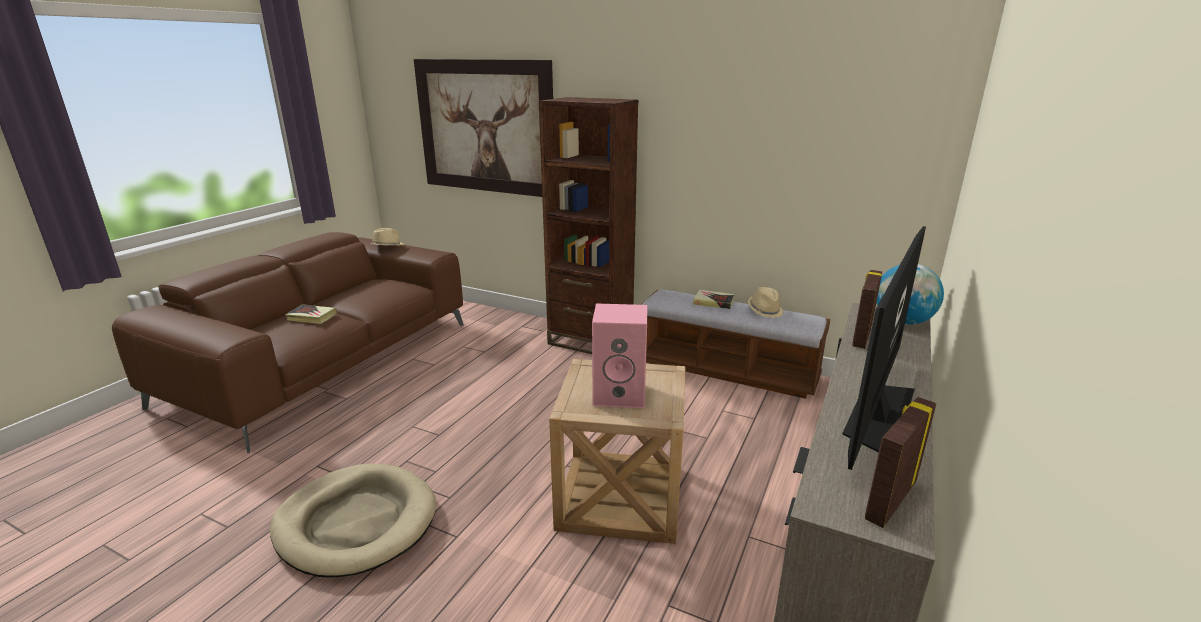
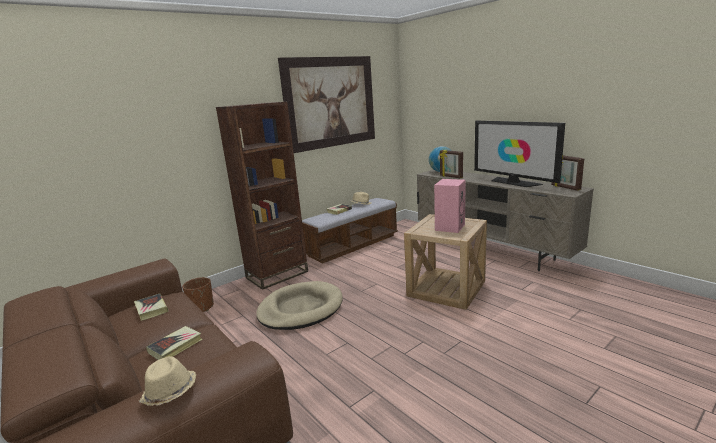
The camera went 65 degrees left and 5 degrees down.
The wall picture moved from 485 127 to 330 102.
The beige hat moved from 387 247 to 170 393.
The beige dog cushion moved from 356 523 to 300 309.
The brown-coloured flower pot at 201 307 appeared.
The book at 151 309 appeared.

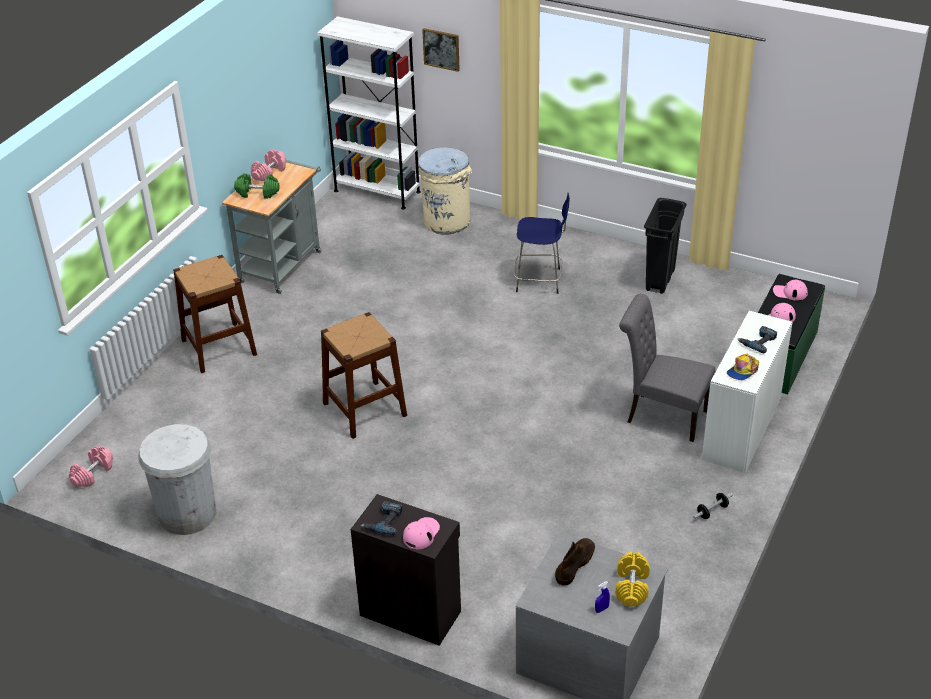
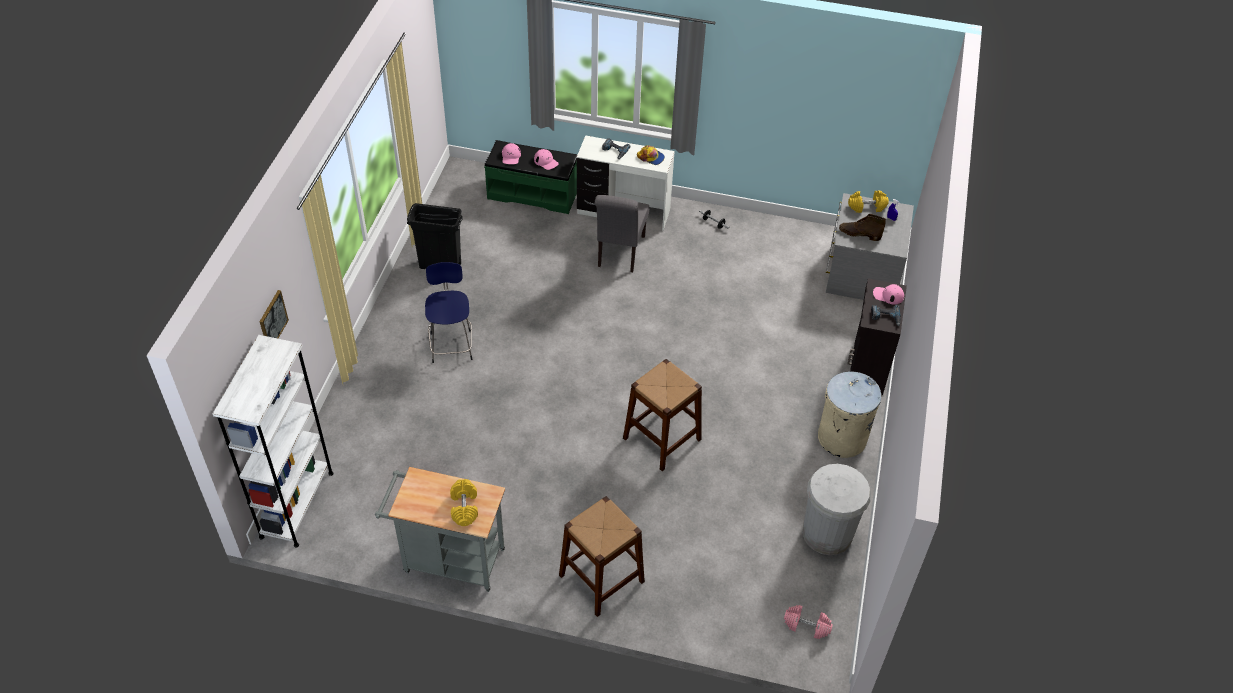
The camera went 105 degrees left and 10 degrees up.
The beige waste bin moved from 447 221 to 841 438.
The pink free weight at 269 173 disappeared.
The greenish free weight at 257 193 became the yellow free weight at 464 508.

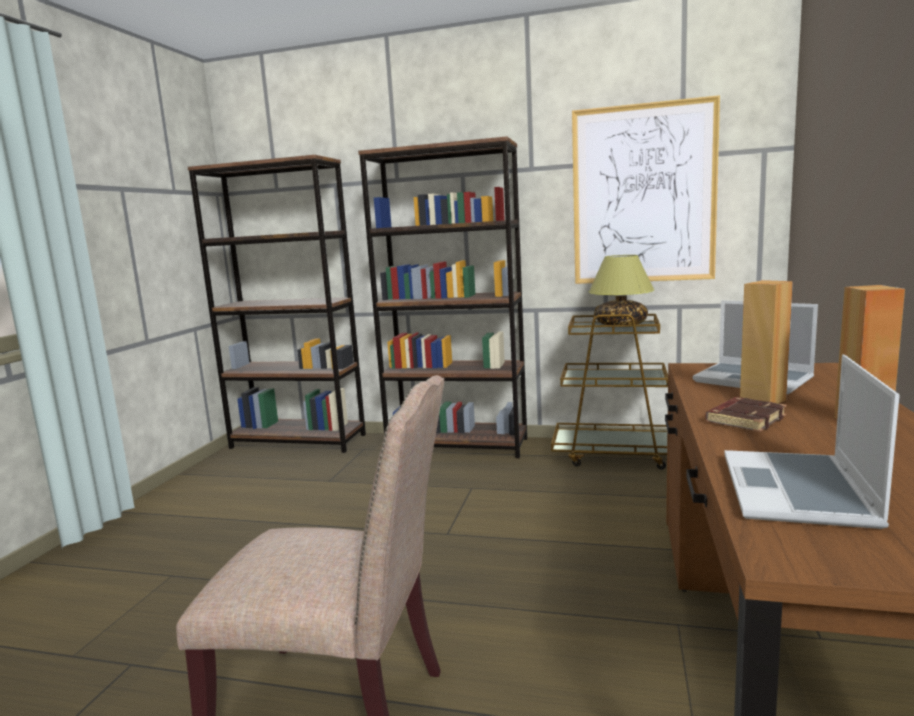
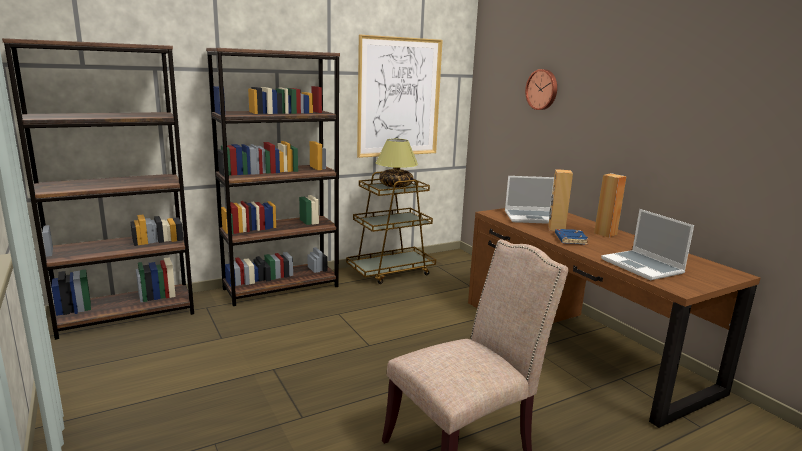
The camera went 45 degrees left and 5 degrees up.
The brown-coloured book at 744 419 became the bluish book at 570 239.
The clock on the wall at 542 89 appeared.

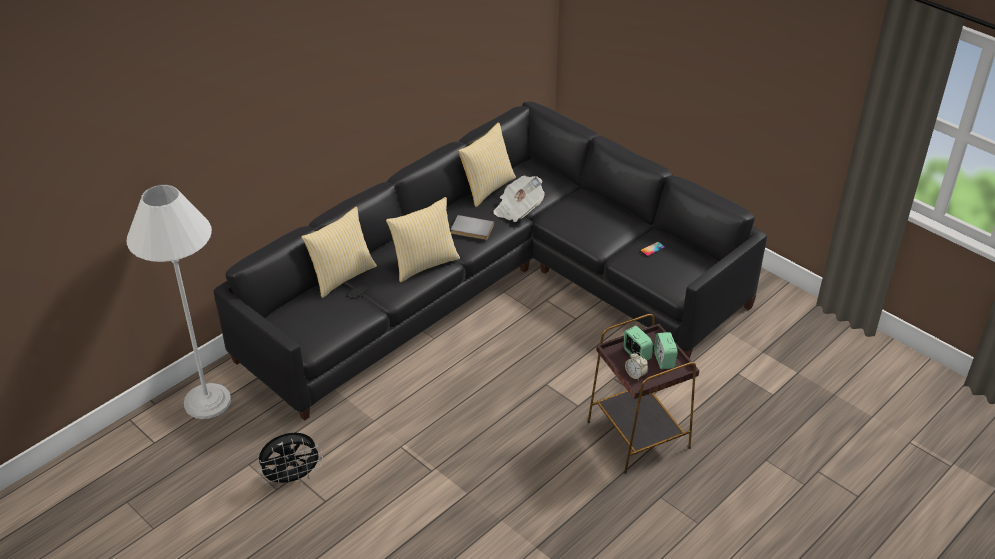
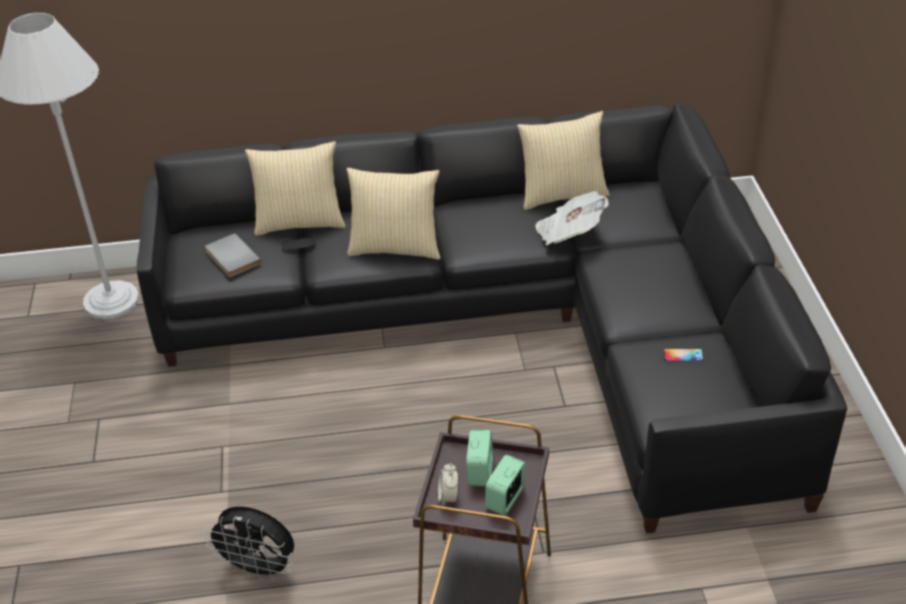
The camera went 40 degrees right and 0 degrees up.
The greyish book moved from 471 230 to 231 258.
The black fan moved from 292 478 to 259 569.

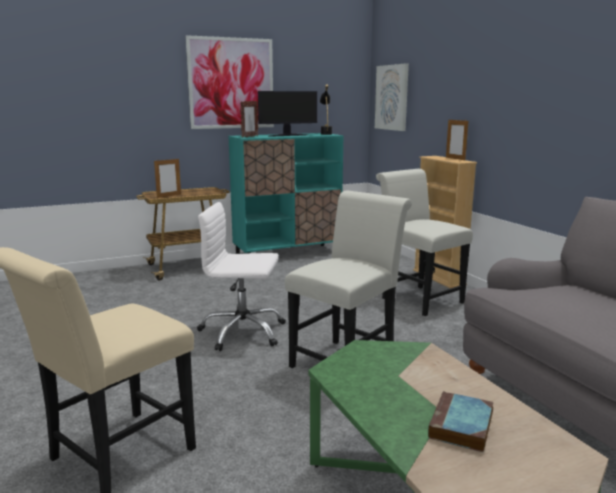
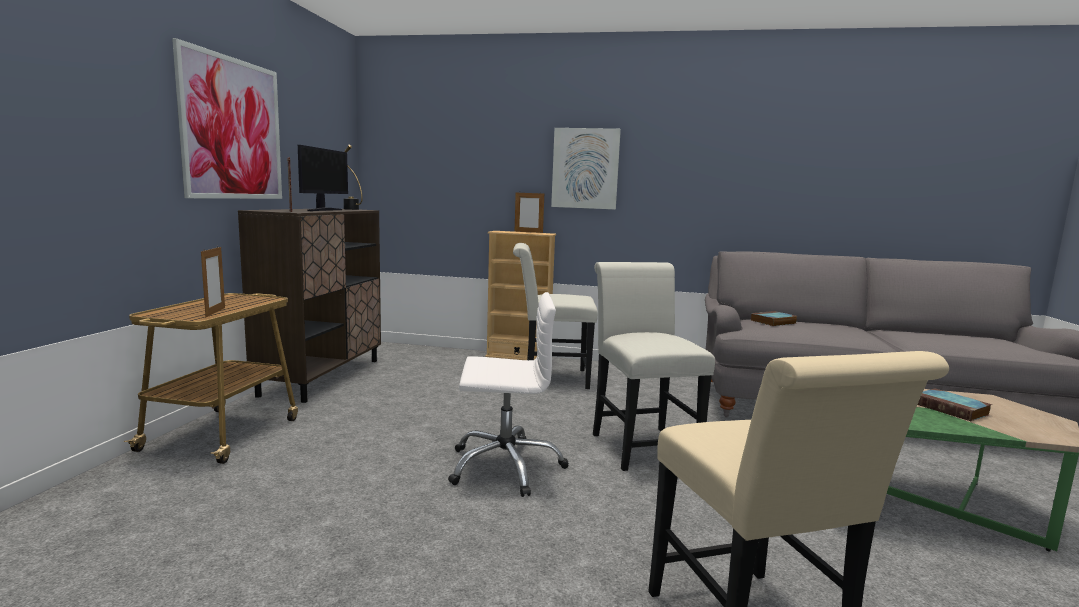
The camera went 55 degrees left and 5 degrees down.
The wall picture moved from 392 97 to 585 168.
The turquoise storage cabinet at 287 254 became the brown-coloured storage cabinet at 322 377.
The whitish computer chair at 242 332 turned 135 degrees counterclockwise.
The book at 773 322 appeared.

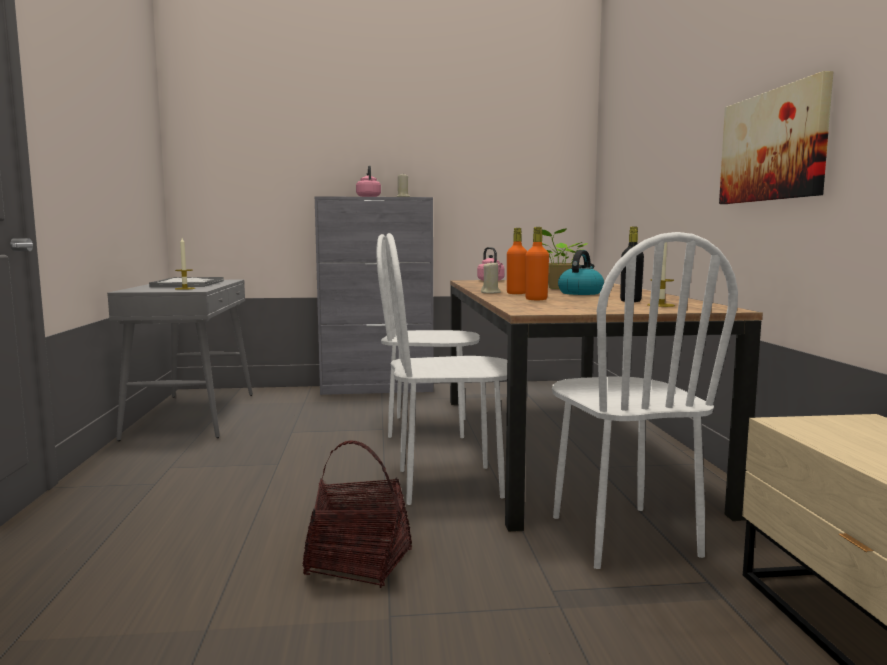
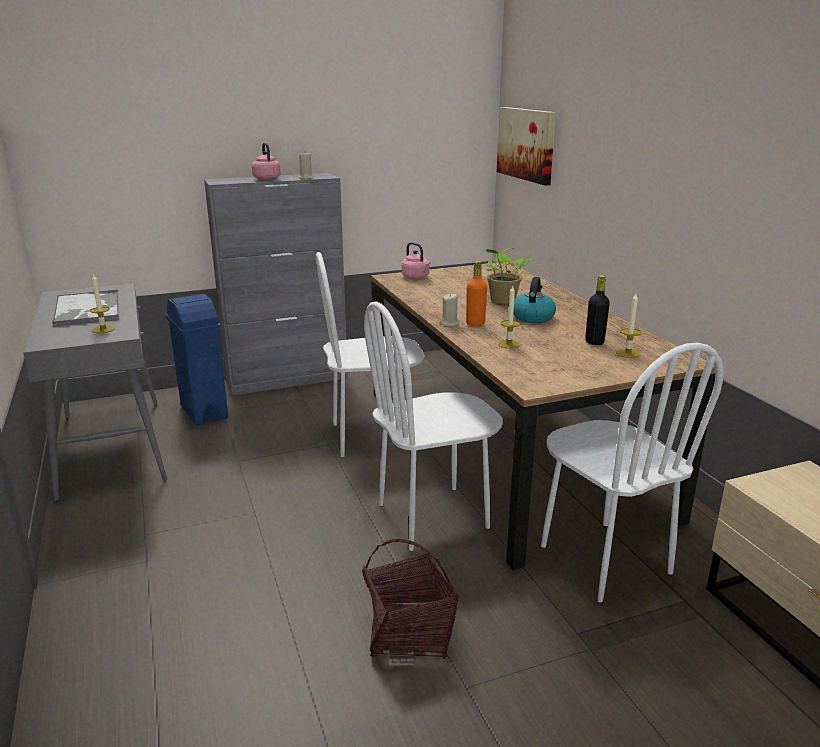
The camera went 15 degrees left and 15 degrees up.
The wall picture moved from 773 146 to 526 144.
The orangey bottle at 536 299 was replaced by the wax candle at 509 344.
The bluish waste bin at 204 411 appeared.

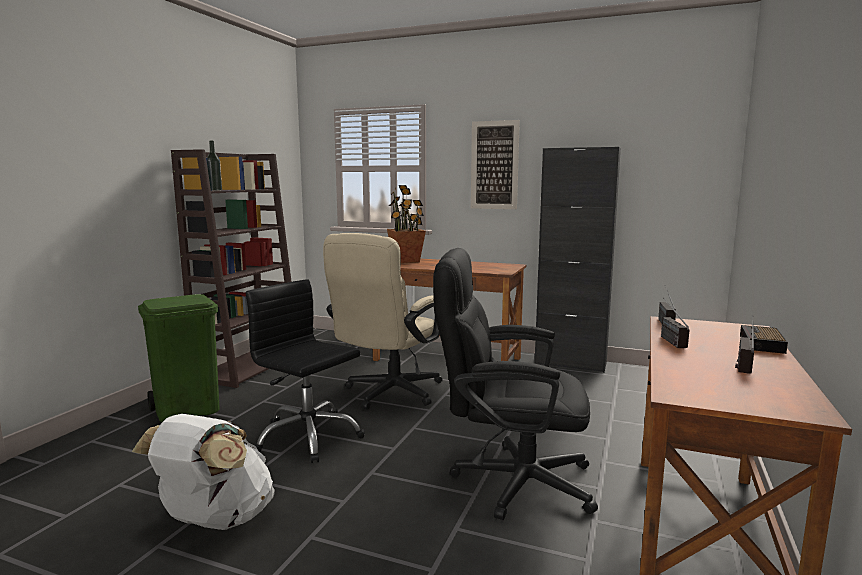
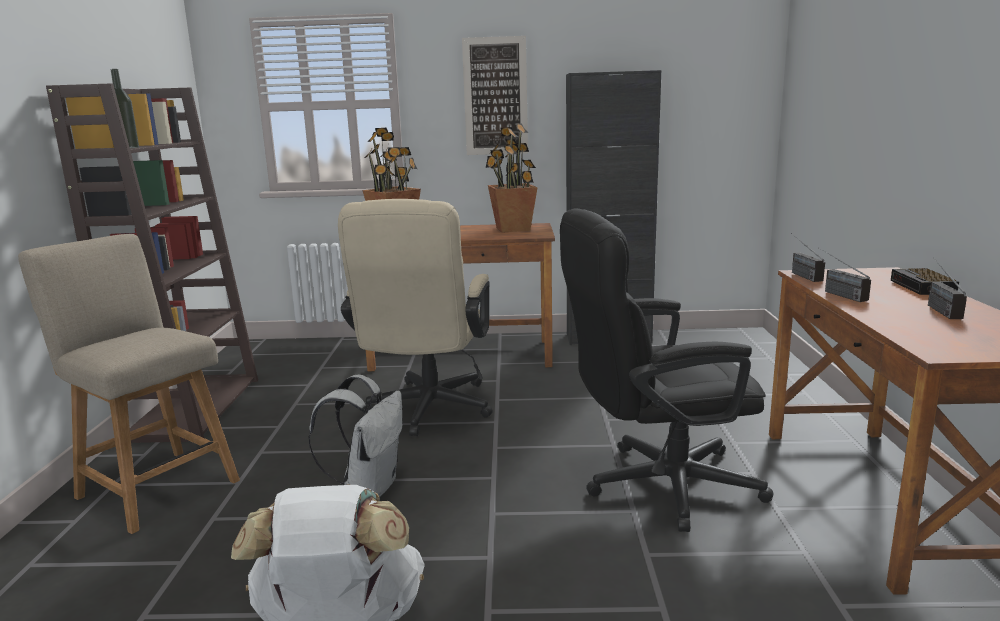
The camera went 20 degrees left and 5 degrees up.
The black computer chair at 308 437 was replaced by the whitish knapsack at 369 487.
The greenish waste bin at 188 410 was replaced by the beige upright chair at 154 487.
The potted plant at 512 229 appeared.

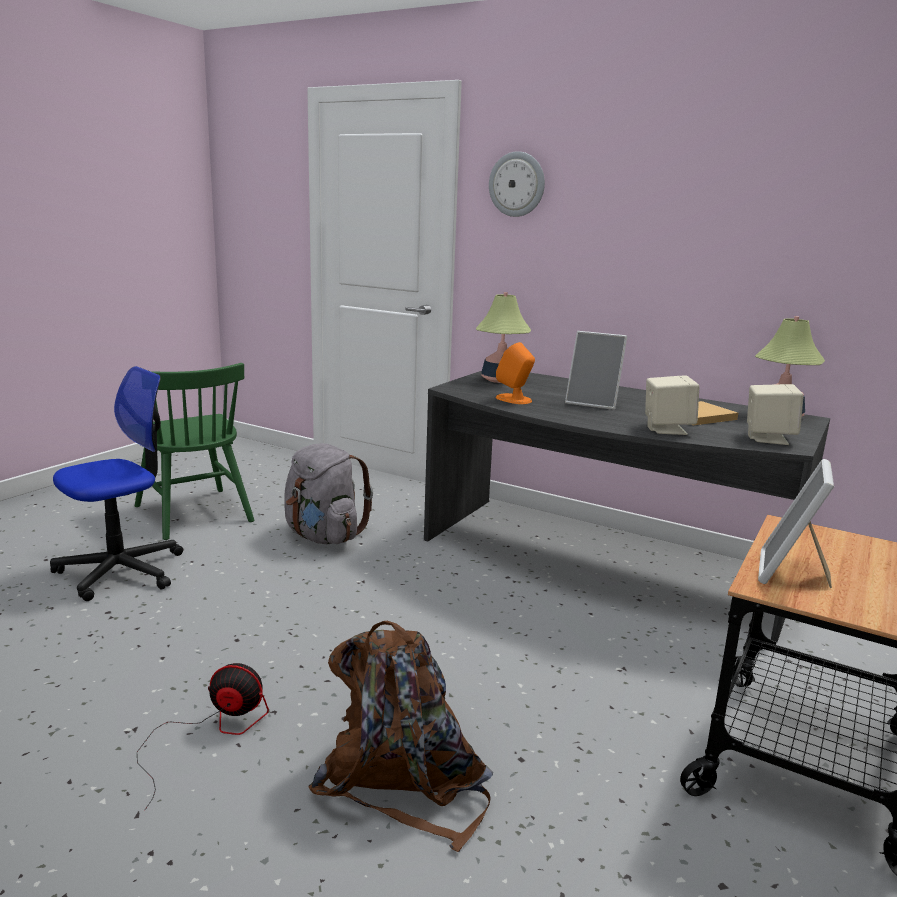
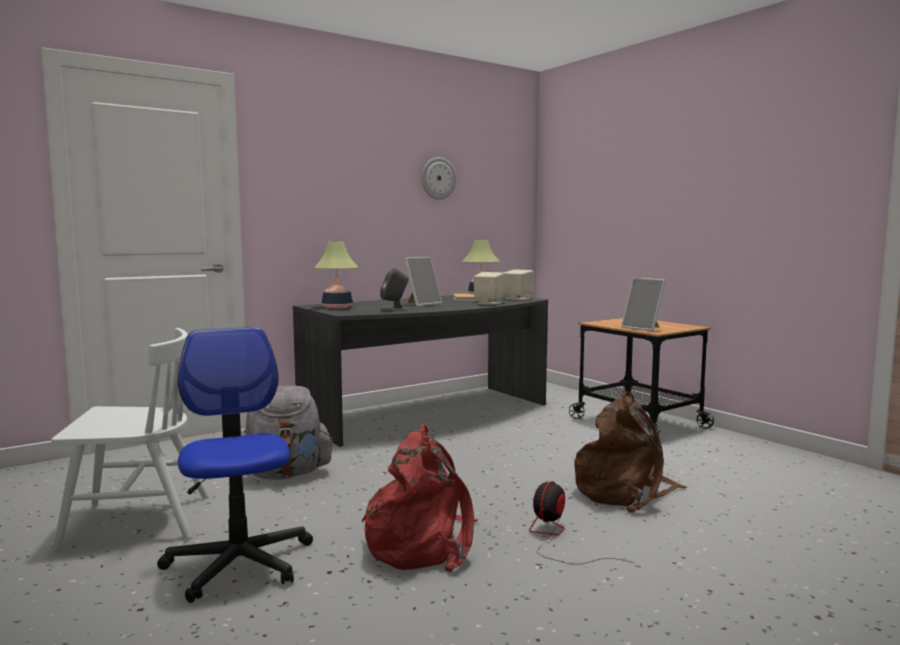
The camera went 65 degrees left and 10 degrees down.
The clock on the wall moved from 517 184 to 438 178.
The orangey loudspeaker at 514 399 became the greyish loudspeaker at 394 309.
The greenish upright chair at 193 513 became the whitish upright chair at 137 521.
The red knapsack at 423 544 appeared.

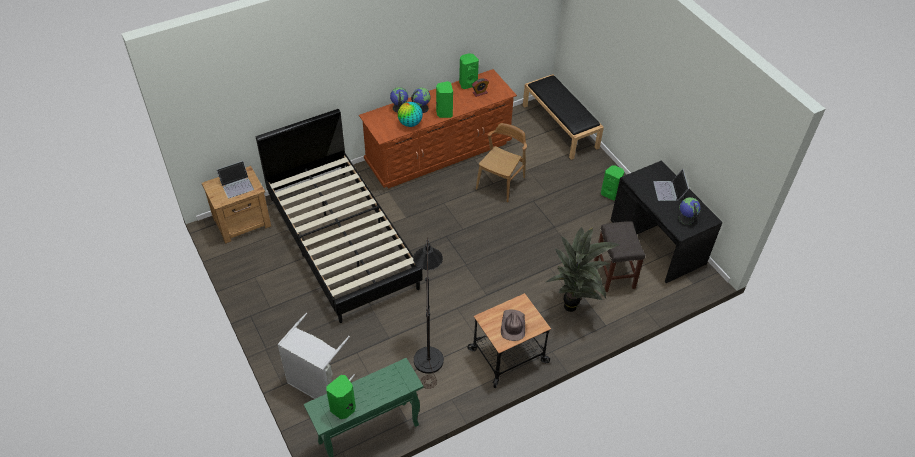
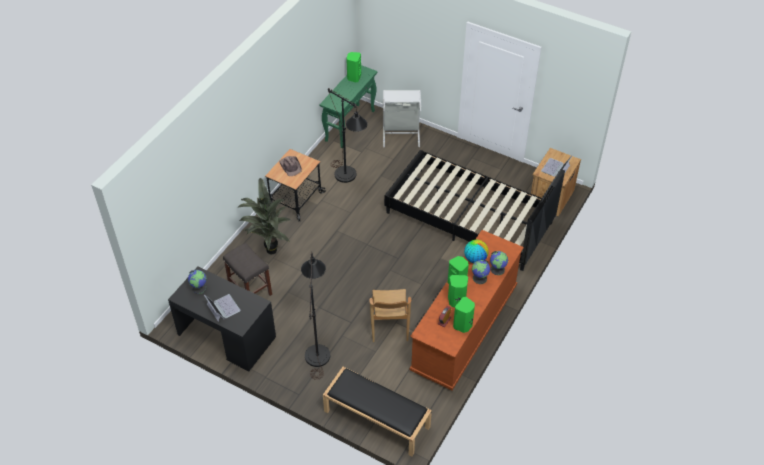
The camera went 150 degrees right and 0 degrees up.
The greenish loudspeaker moved from 610 193 to 456 301.
The black standing lamp at 318 349 appeared.

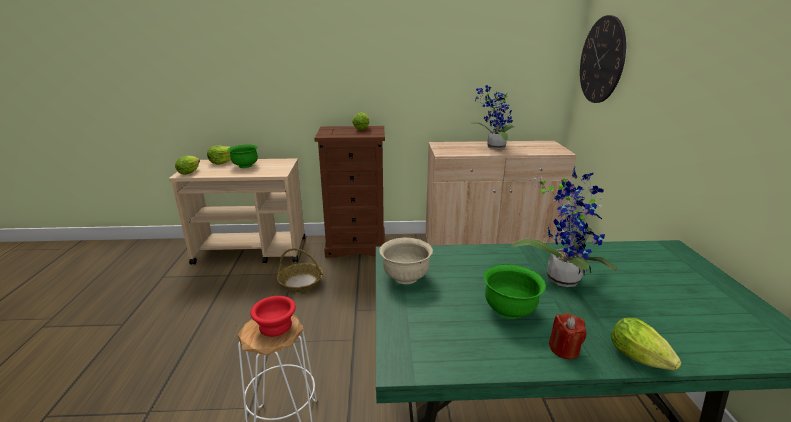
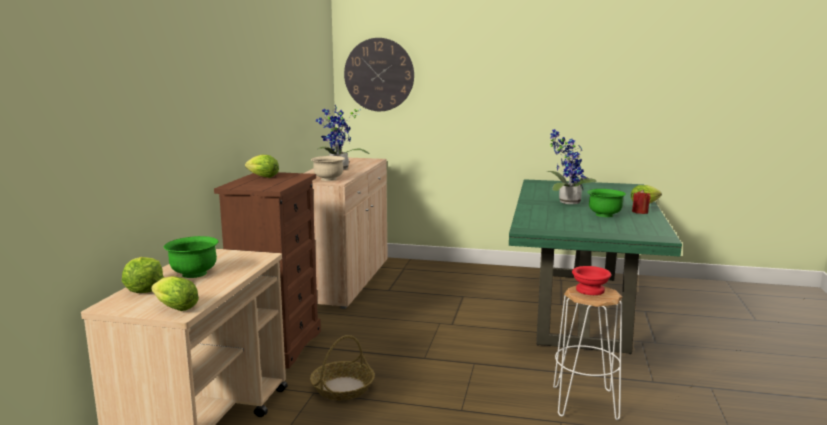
The camera went 75 degrees left and 10 degrees down.
The beige serving bowl moved from 405 277 to 328 179.

